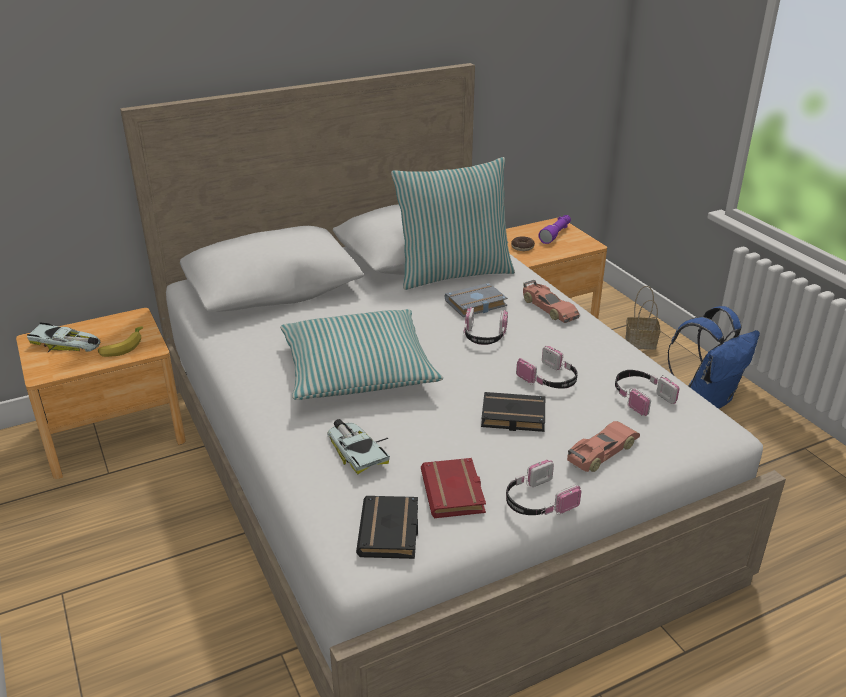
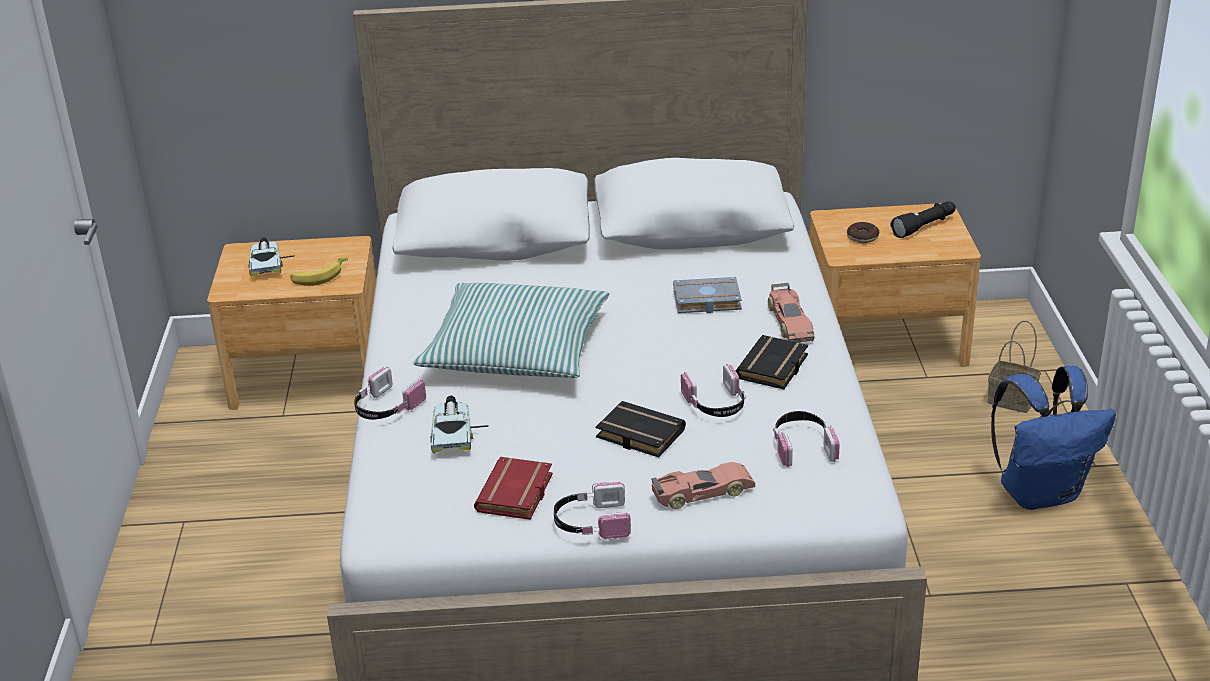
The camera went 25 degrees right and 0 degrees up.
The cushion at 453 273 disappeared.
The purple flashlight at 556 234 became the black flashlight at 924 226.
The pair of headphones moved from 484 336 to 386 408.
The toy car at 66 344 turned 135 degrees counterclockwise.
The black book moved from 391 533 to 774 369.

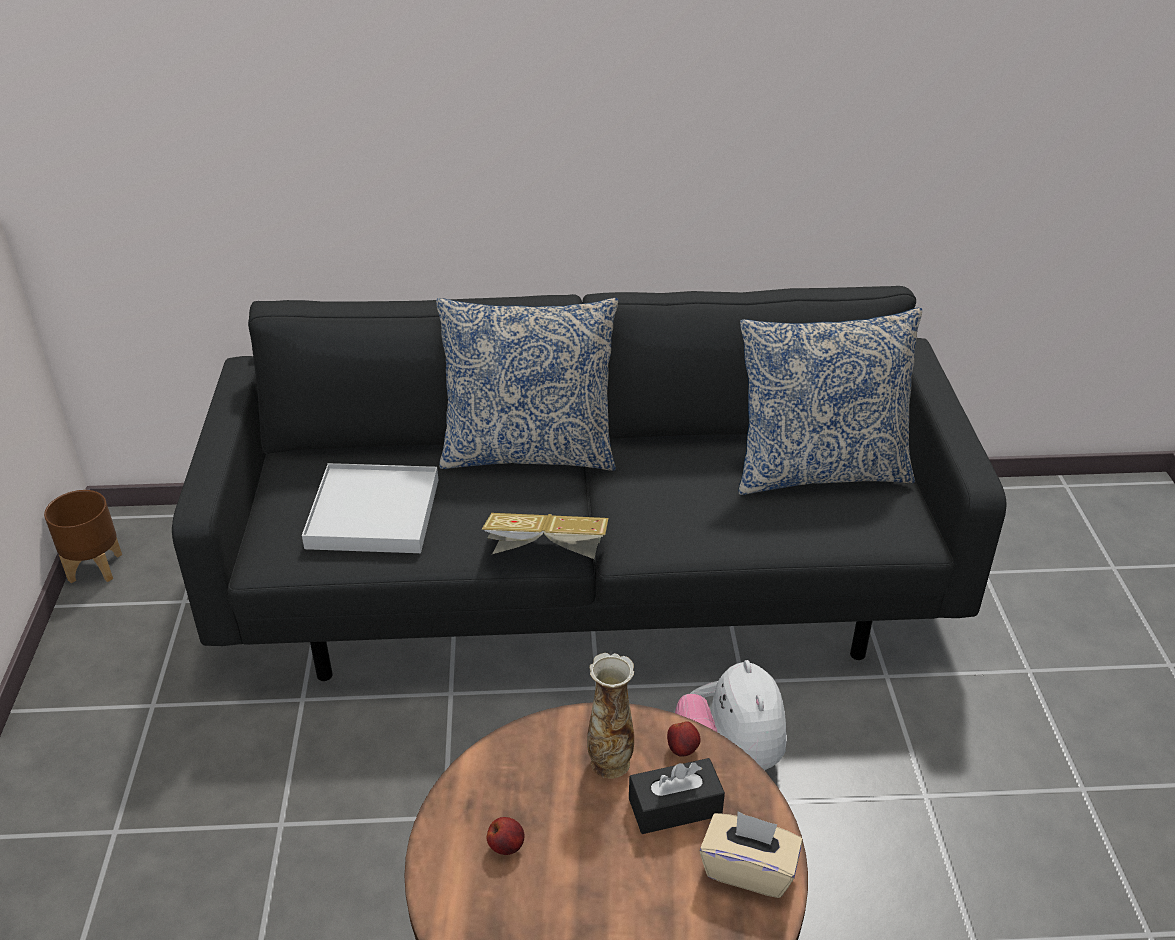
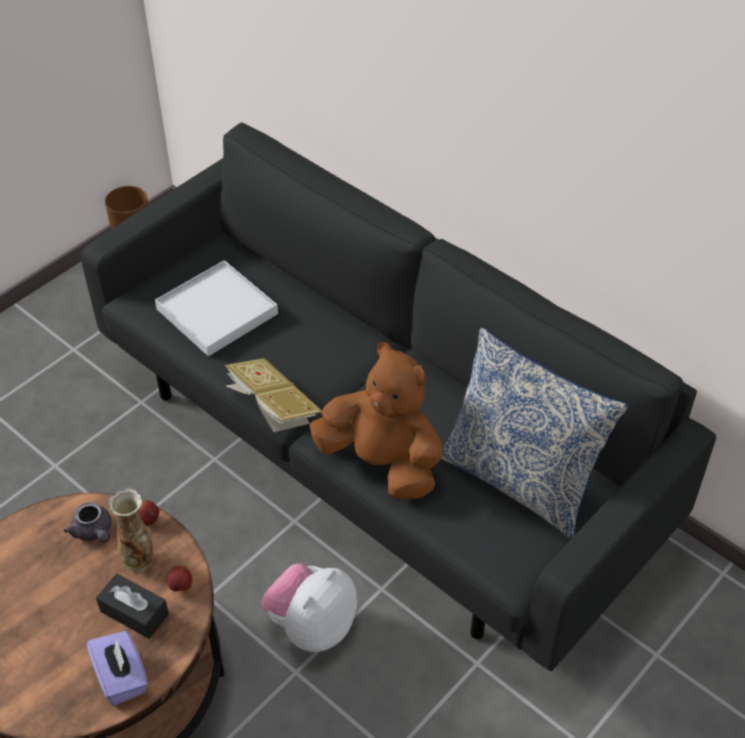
The camera went 45 degrees right and 10 degrees up.
The cushion at 529 451 disappeared.
The beige box of tissues at 748 869 became the purple box of tissues at 122 677.
The apple fruit moved from 506 846 to 149 520.
The brown-coloured plush toy at 382 462 appeared.
The greyish tea pot at 94 532 appeared.

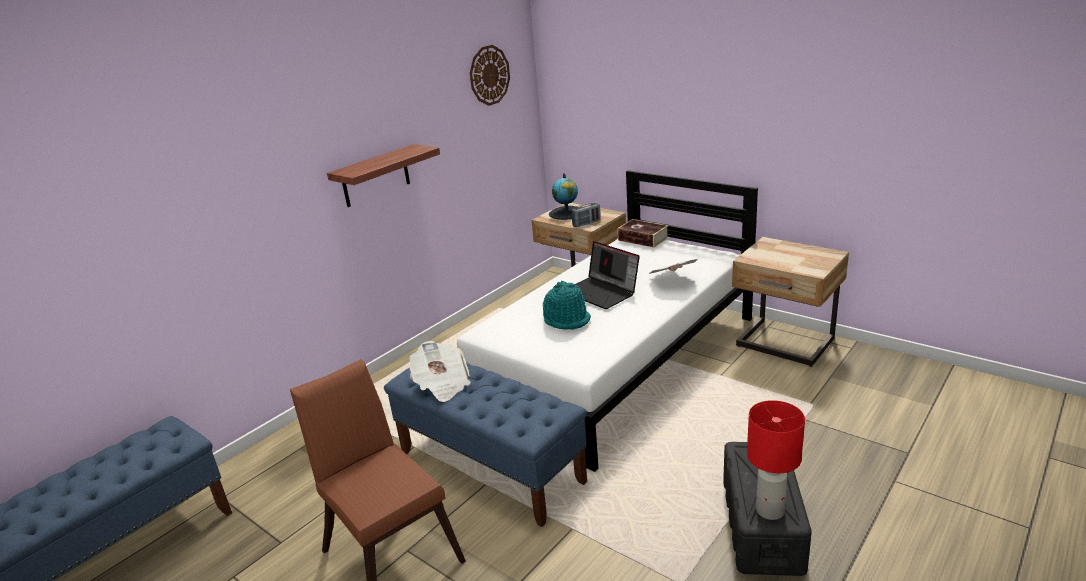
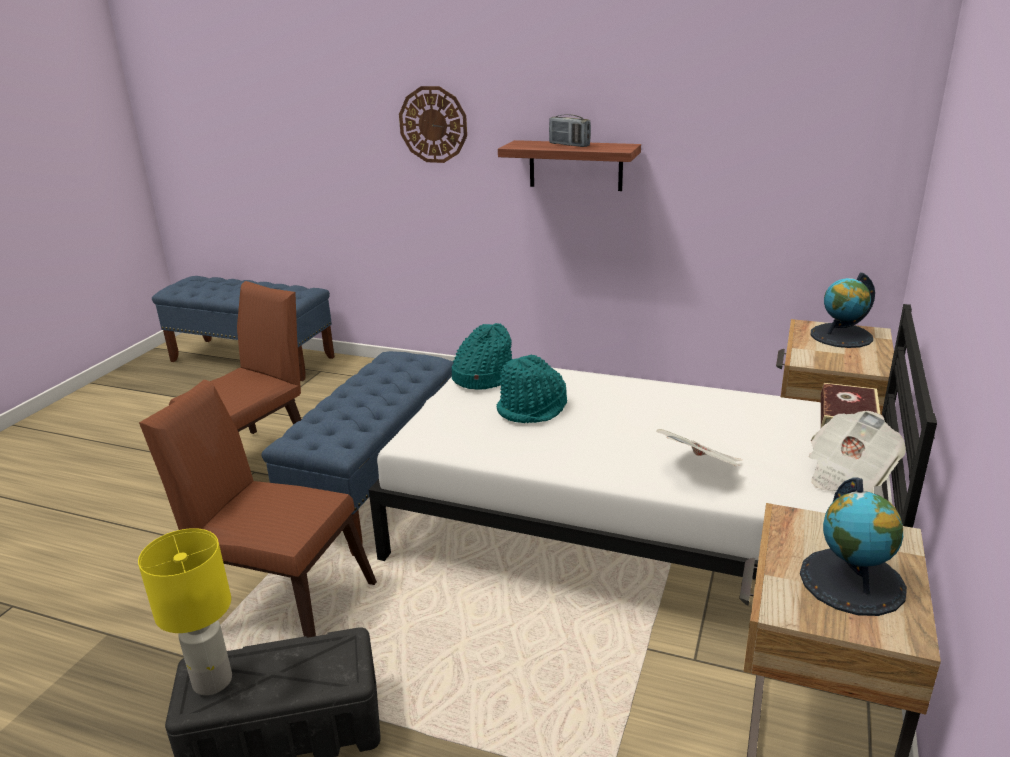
The camera went 70 degrees right and 0 degrees up.
The clock on the wall moved from 489 75 to 433 124.
The radio set moved from 586 223 to 569 145.
The portable computer at 602 292 disappeared.
The printed paper moved from 442 384 to 848 474.
The red lamp for a table at 770 510 became the yellow lamp for a table at 213 681.
The turquoise hat at 483 377 appeared.
The brown-coloured upright chair at 279 604 appeared.
The desk globe at 852 581 appeared.

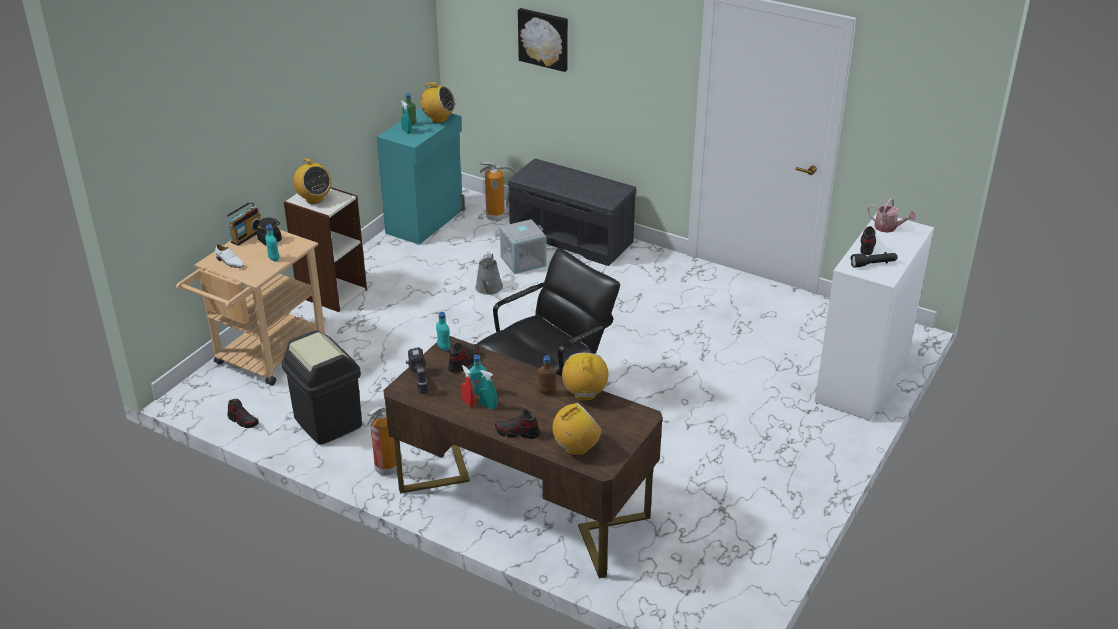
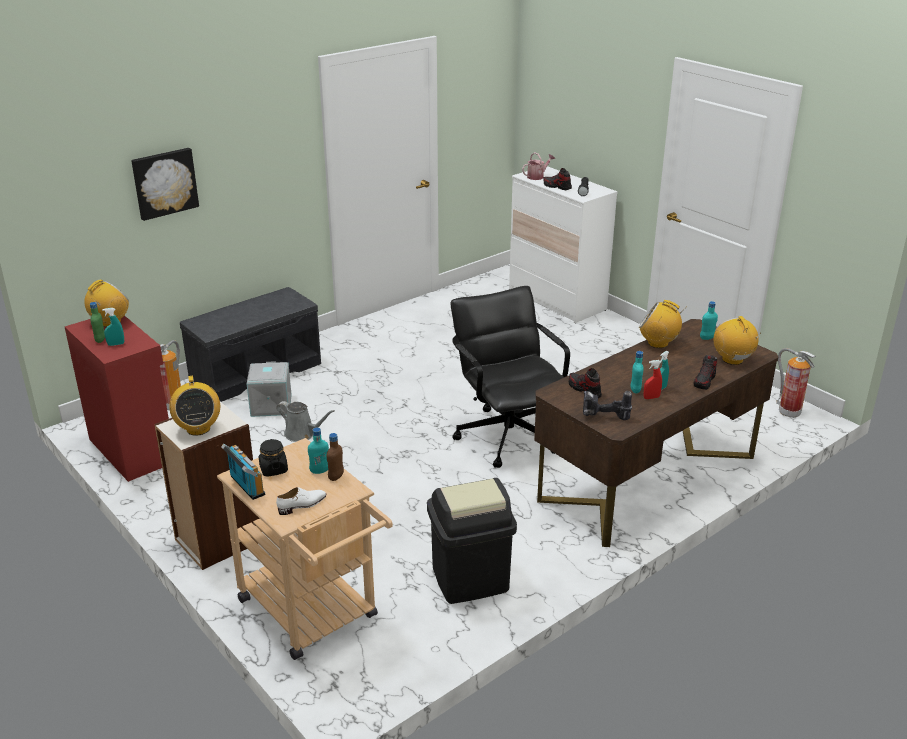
The camera went 70 degrees left and 5 degrees down.
The turquoise storage cabinet at 426 221 became the red storage cabinet at 133 449.
The radio set at 314 199 turned 90 degrees clockwise.
The turquoise bottle moved from 443 348 to 707 338.
The brown-coloured bottle moved from 547 392 to 336 477.
The shoe at 243 421 disappeared.
The fire extinguisher moved from 388 468 to 788 412.

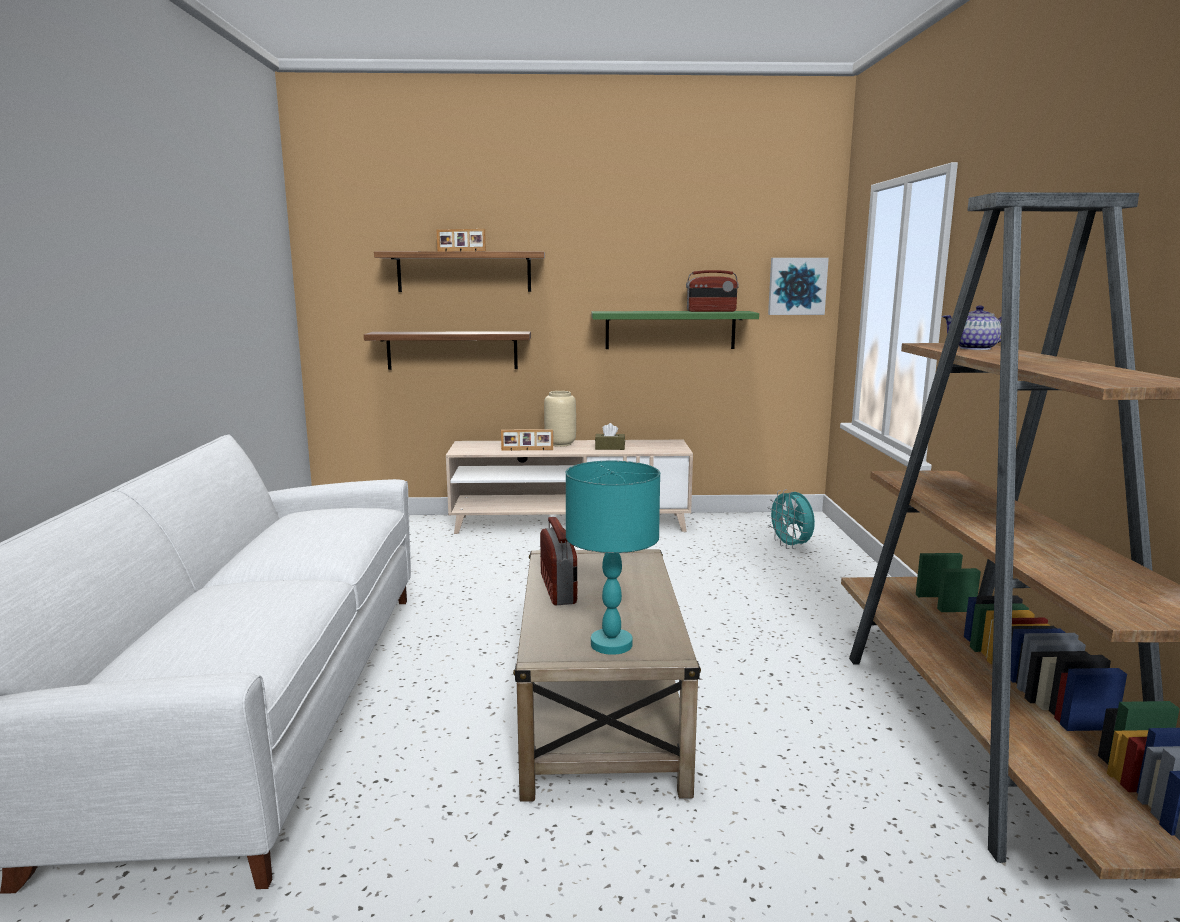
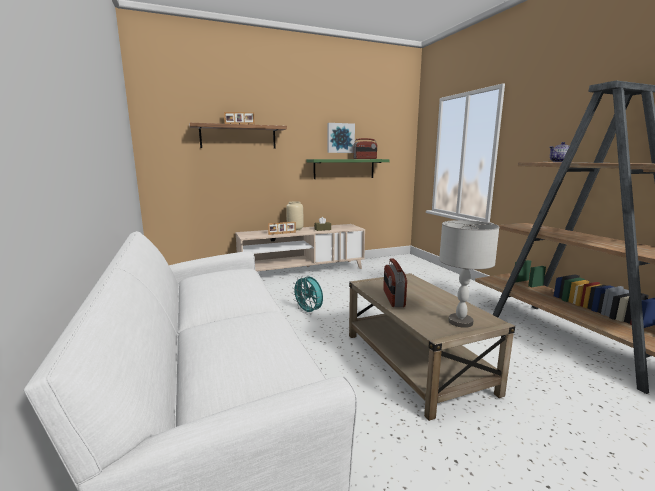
The camera went 20 degrees left and 0 degrees up.
The wall picture moved from 797 286 to 340 138.
The wall shelf at 452 350 disappeared.
The turquoise lamp for a table at 612 644 became the greyish lamp for a table at 460 322.
The turquoise fan moved from 790 546 to 308 312.
The radio set at 559 589 turned 150 degrees counterclockwise.

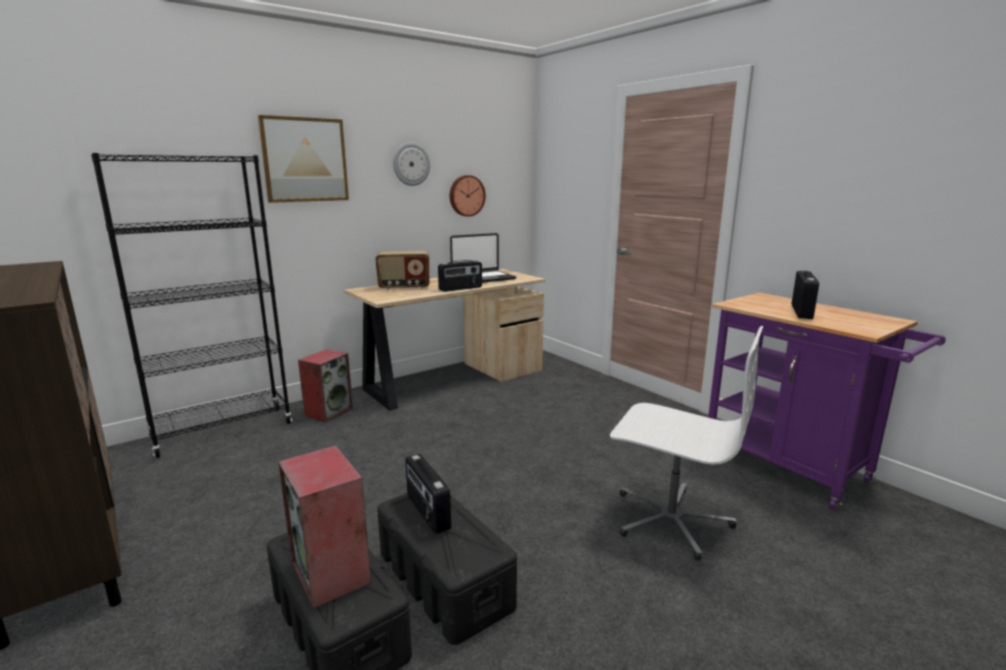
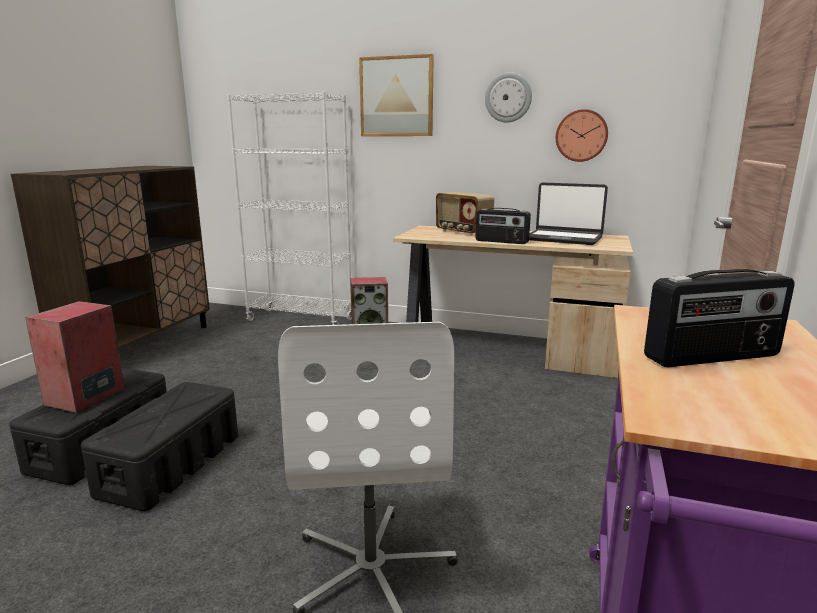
The camera went 55 degrees right and 0 degrees up.
The black bookshelf at 223 431 became the whitish bookshelf at 300 320.
The radio set at 427 512 disappeared.

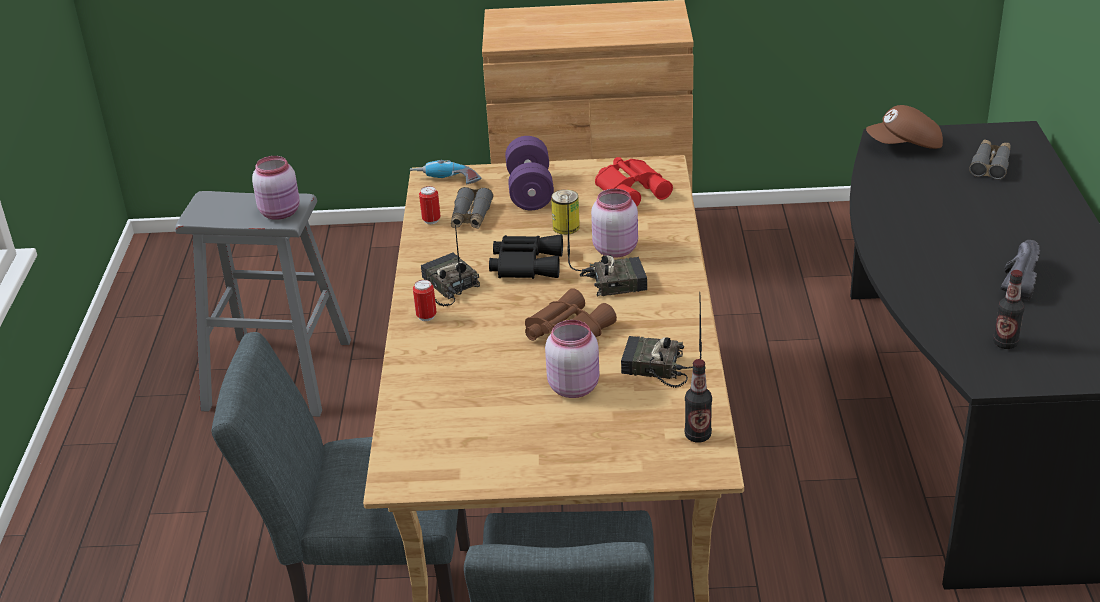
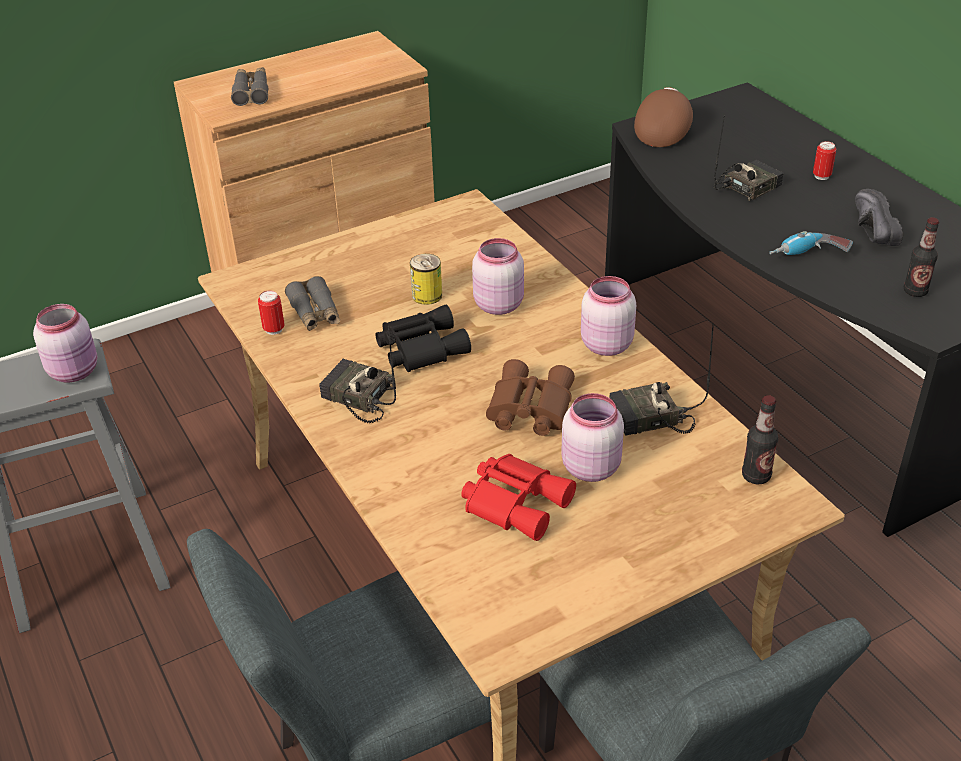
The camera went 30 degrees left and 5 degrees up.
The brown-coloured cap at 905 146 turned 150 degrees clockwise.
The purple free weight at 530 191 disappeared.
The greyish pair of binoculars moved from 990 164 to 251 92.
The red pair of binoculars moved from 632 189 to 516 501.
The drill moved from 446 181 to 808 256.
The radio set moved from 614 281 to 747 186.
The metal can moved from 426 316 to 821 176.
The pink storage jar at 605 344 appeared.

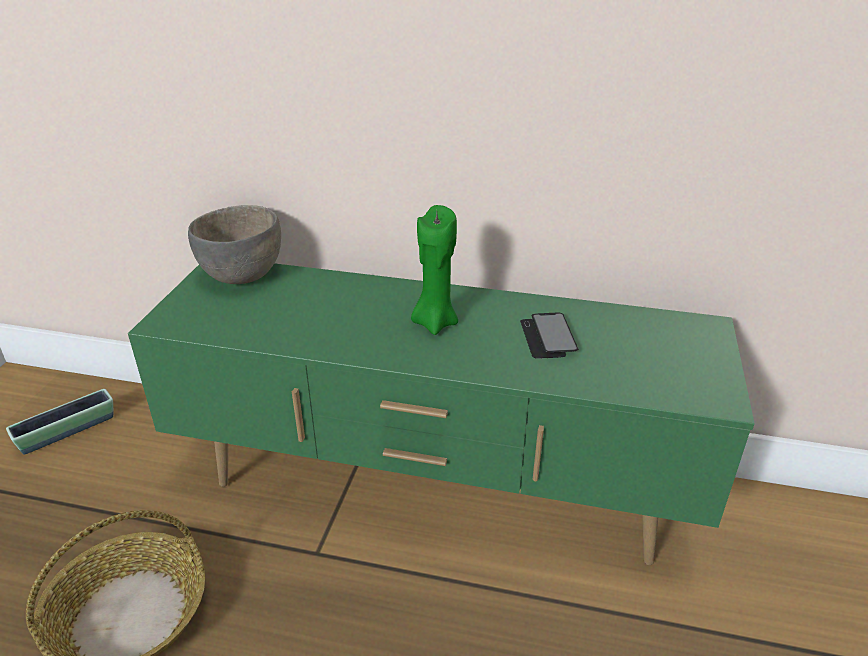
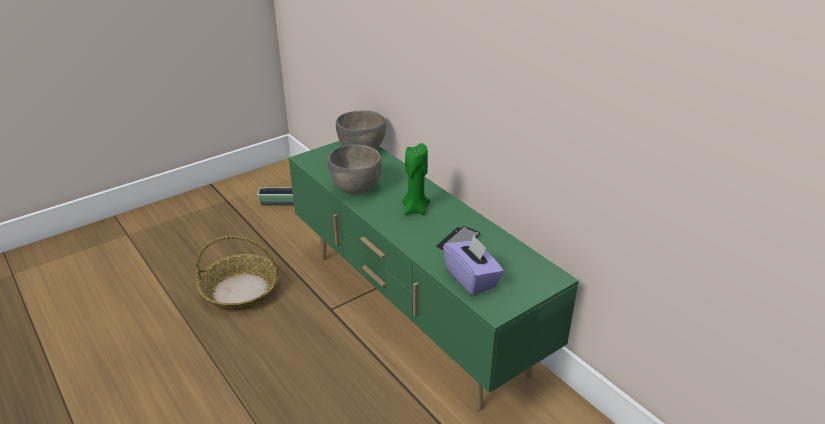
The camera went 40 degrees right and 0 degrees up.
The greyish serving bowl at 356 188 appeared.
The purple box of tissues at 472 278 appeared.

